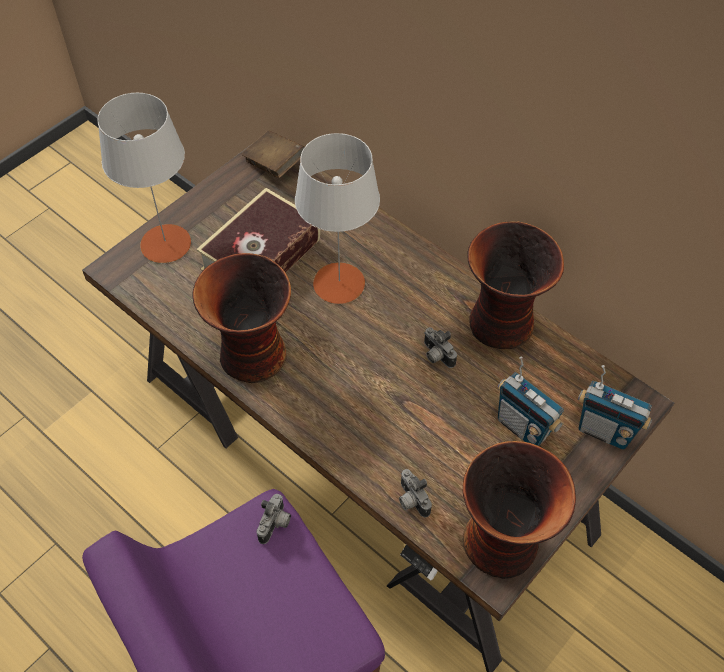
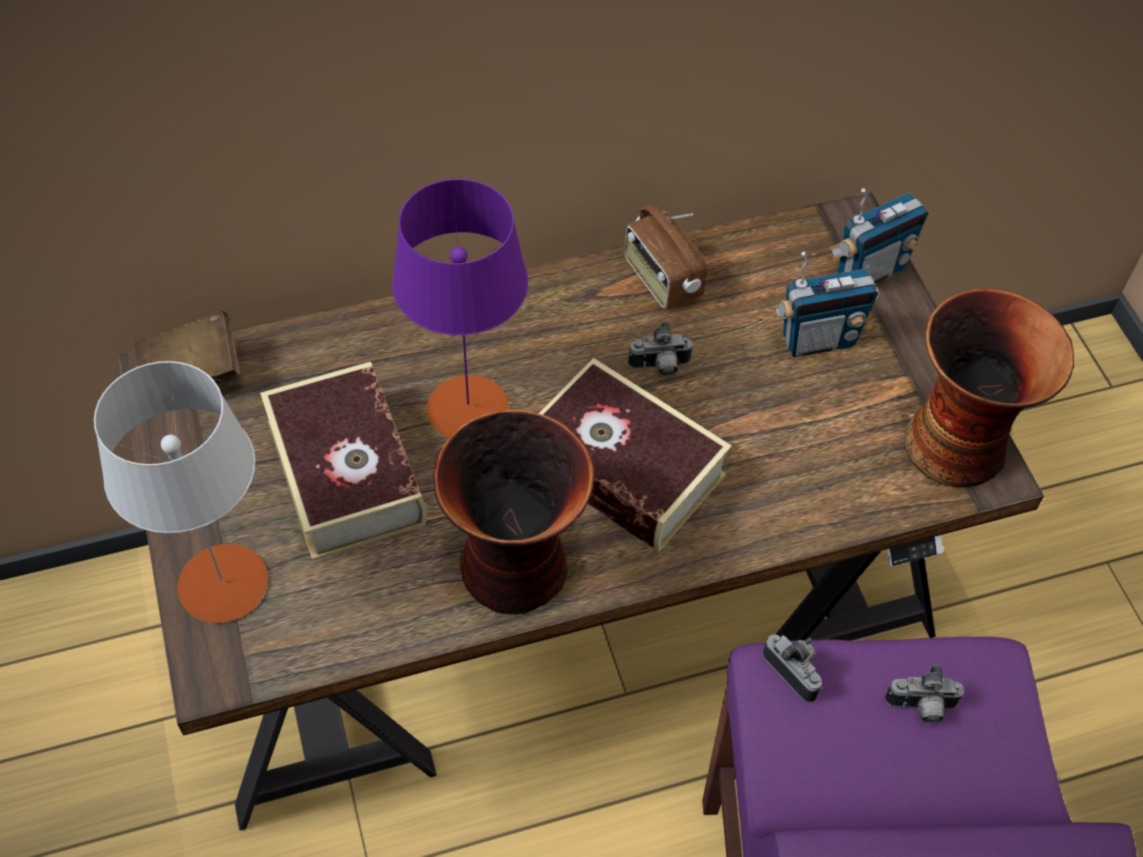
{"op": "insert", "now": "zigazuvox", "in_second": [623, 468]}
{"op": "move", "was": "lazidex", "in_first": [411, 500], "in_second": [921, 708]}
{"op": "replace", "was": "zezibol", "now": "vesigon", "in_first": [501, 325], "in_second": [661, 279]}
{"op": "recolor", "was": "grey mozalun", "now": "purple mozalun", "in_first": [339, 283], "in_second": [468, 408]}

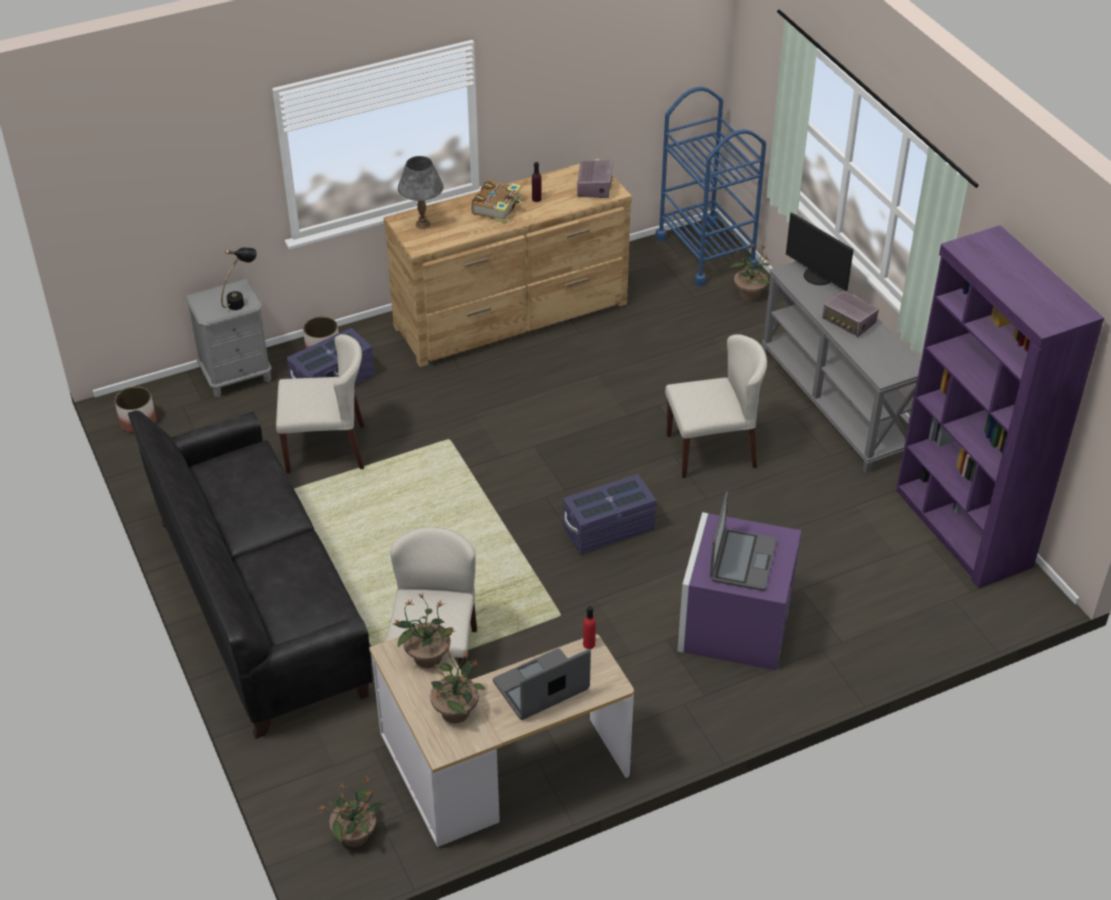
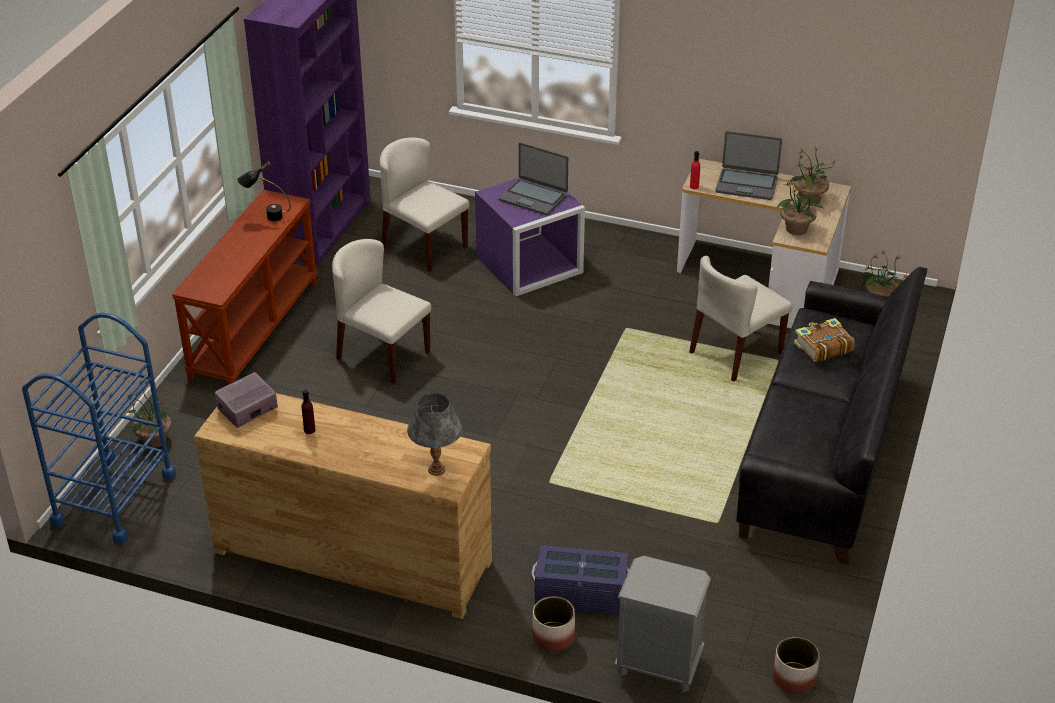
{"op": "delete", "was": "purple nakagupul", "in_first": [608, 530]}
{"op": "delete", "was": "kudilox", "in_first": [817, 277]}
{"op": "delete", "was": "vesigon", "in_first": [849, 322]}
{"op": "move", "was": "black mozalun", "in_first": [241, 301], "in_second": [267, 217]}
{"op": "move", "was": "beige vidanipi", "in_first": [326, 448], "in_second": [424, 247]}
{"op": "move", "was": "zigazuvox", "in_first": [497, 207], "in_second": [822, 347]}
{"op": "recolor", "was": "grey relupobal", "now": "brown relupobal", "in_first": [835, 404], "in_second": [254, 329]}
{"op": "rotate", "was": "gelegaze", "in_first": [742, 560], "in_second": [533, 197], "clockwise": -120}

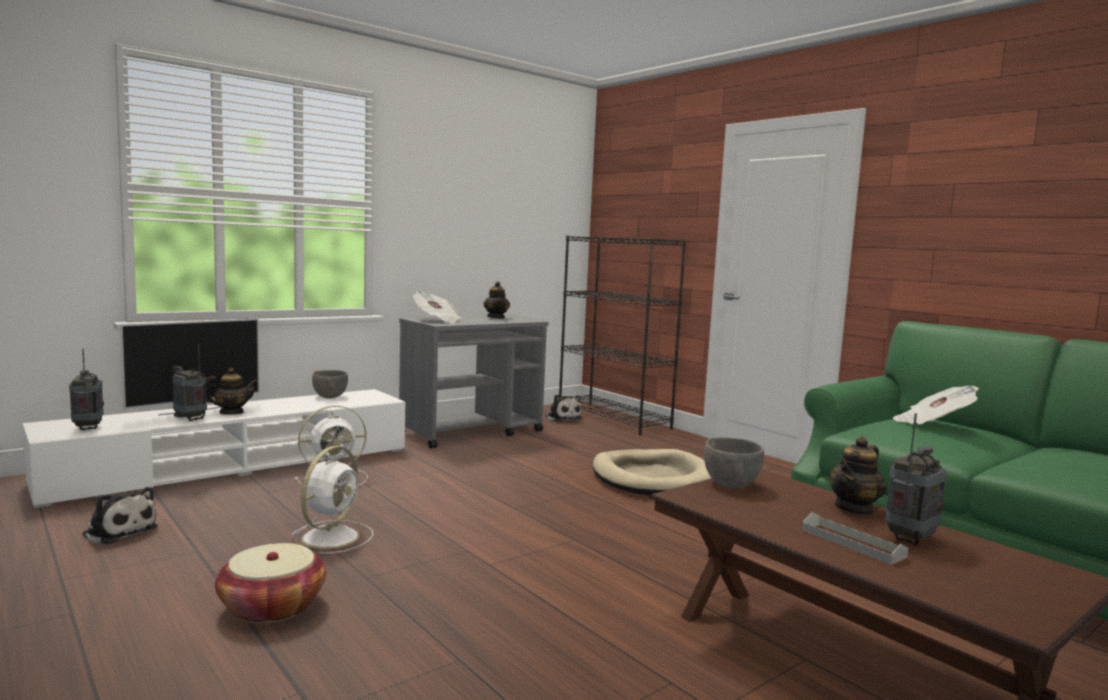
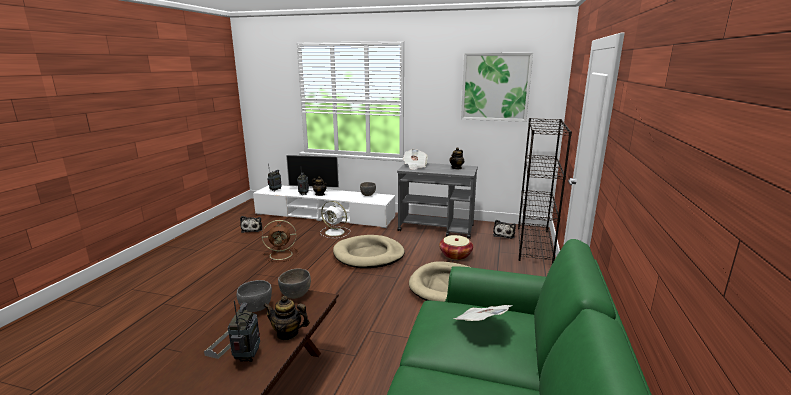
{"op": "insert", "now": "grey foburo", "in_second": [256, 308]}
{"op": "insert", "now": "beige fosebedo", "in_second": [369, 255]}
{"op": "insert", "now": "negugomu", "in_second": [495, 87]}
{"op": "move", "was": "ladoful", "in_first": [272, 607], "in_second": [455, 255]}
{"op": "recolor", "was": "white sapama", "now": "brown sapama", "in_first": [332, 536], "in_second": [282, 255]}
{"op": "rotate", "was": "vesigon", "in_first": [910, 539], "in_second": [247, 356], "clockwise": -105}

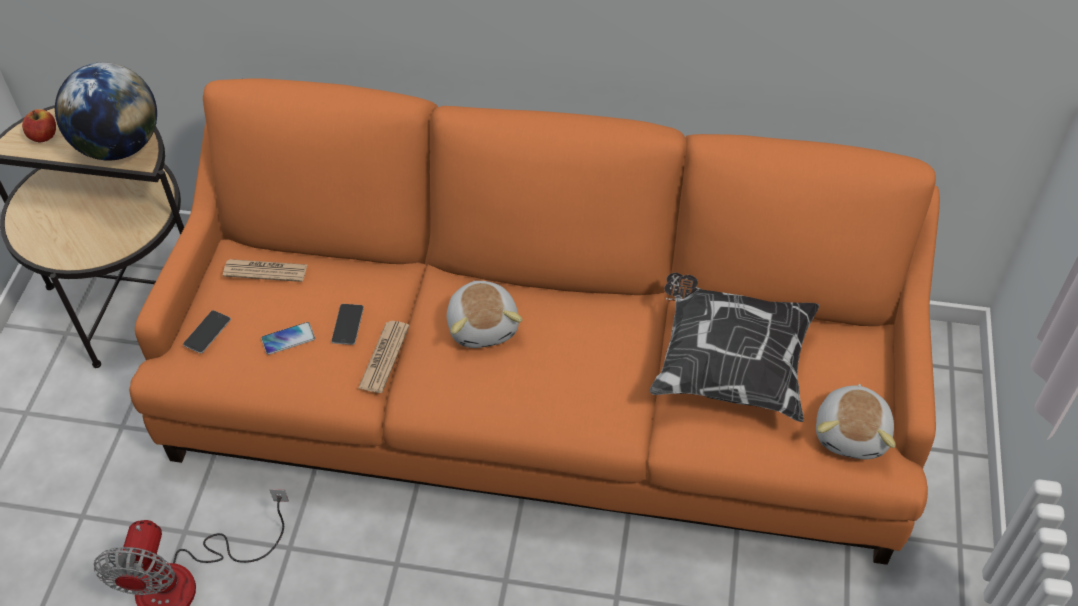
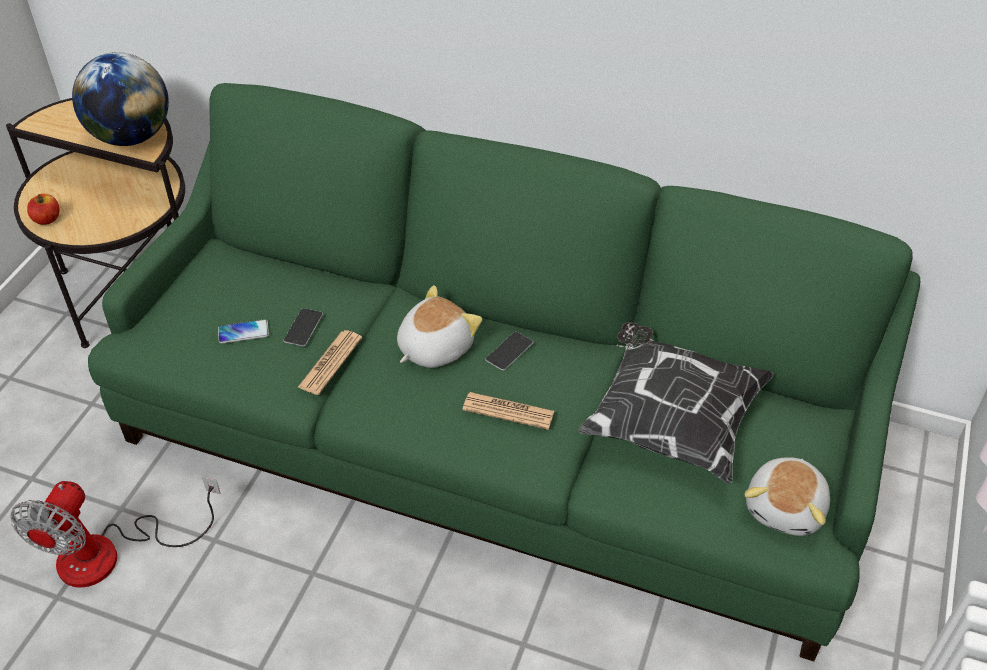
{"op": "move", "was": "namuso", "in_first": [44, 136], "in_second": [47, 219]}
{"op": "move", "was": "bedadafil", "in_first": [207, 332], "in_second": [509, 351]}
{"op": "move", "was": "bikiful", "in_first": [265, 271], "in_second": [508, 411]}
{"op": "recolor", "was": "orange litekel", "now": "green litekel", "in_first": [542, 395], "in_second": [495, 437]}
{"op": "rotate", "was": "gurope", "in_first": [484, 325], "in_second": [434, 347], "clockwise": -135}

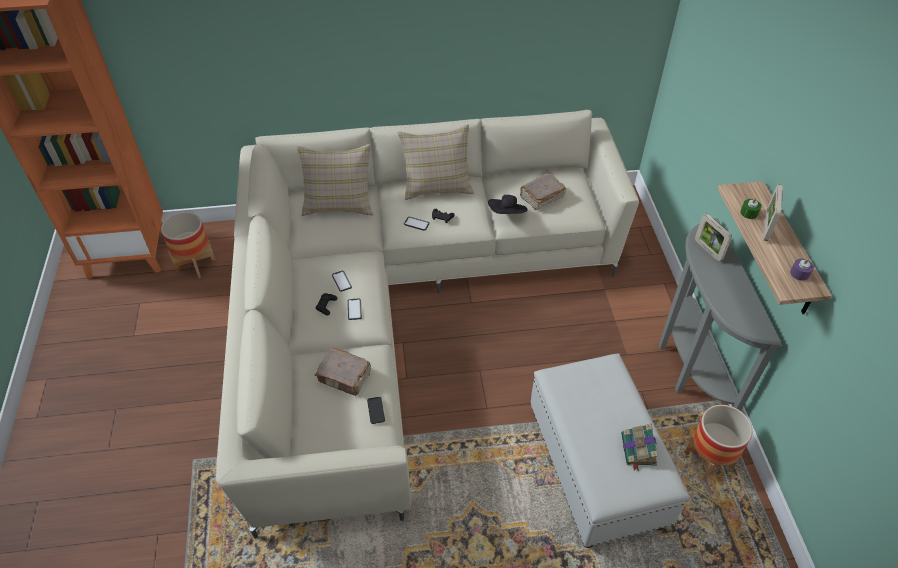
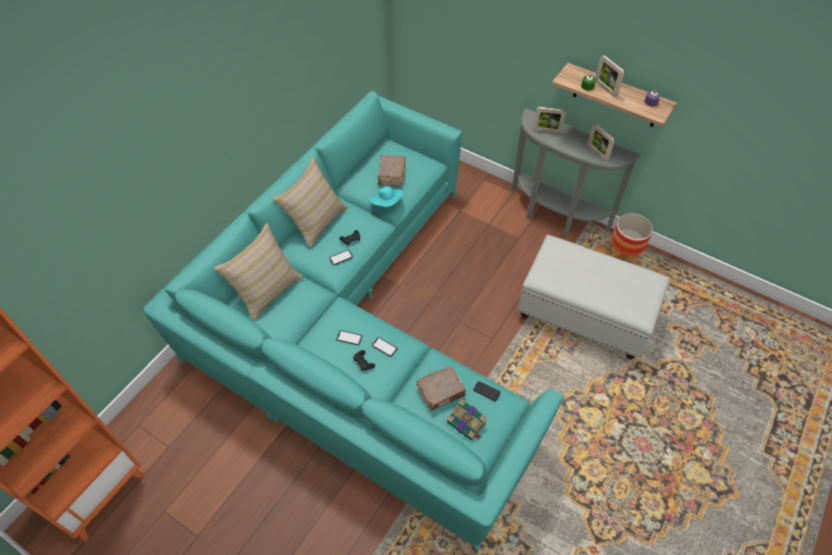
{"op": "delete", "was": "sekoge", "in_first": [196, 264]}
{"op": "insert", "now": "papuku", "in_second": [597, 153]}
{"op": "move", "was": "zigazuvox", "in_first": [638, 450], "in_second": [467, 423]}
{"op": "recolor", "was": "beige litekel", "now": "turquoise litekel", "in_first": [396, 304], "in_second": [356, 330]}
{"op": "recolor", "was": "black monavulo", "now": "turquoise monavulo", "in_first": [507, 214], "in_second": [387, 203]}

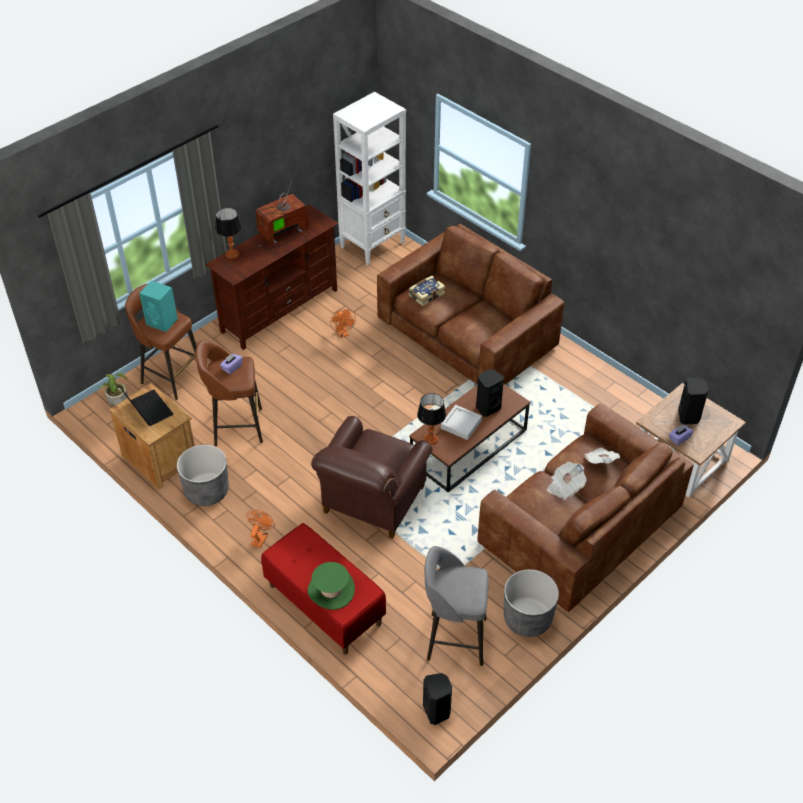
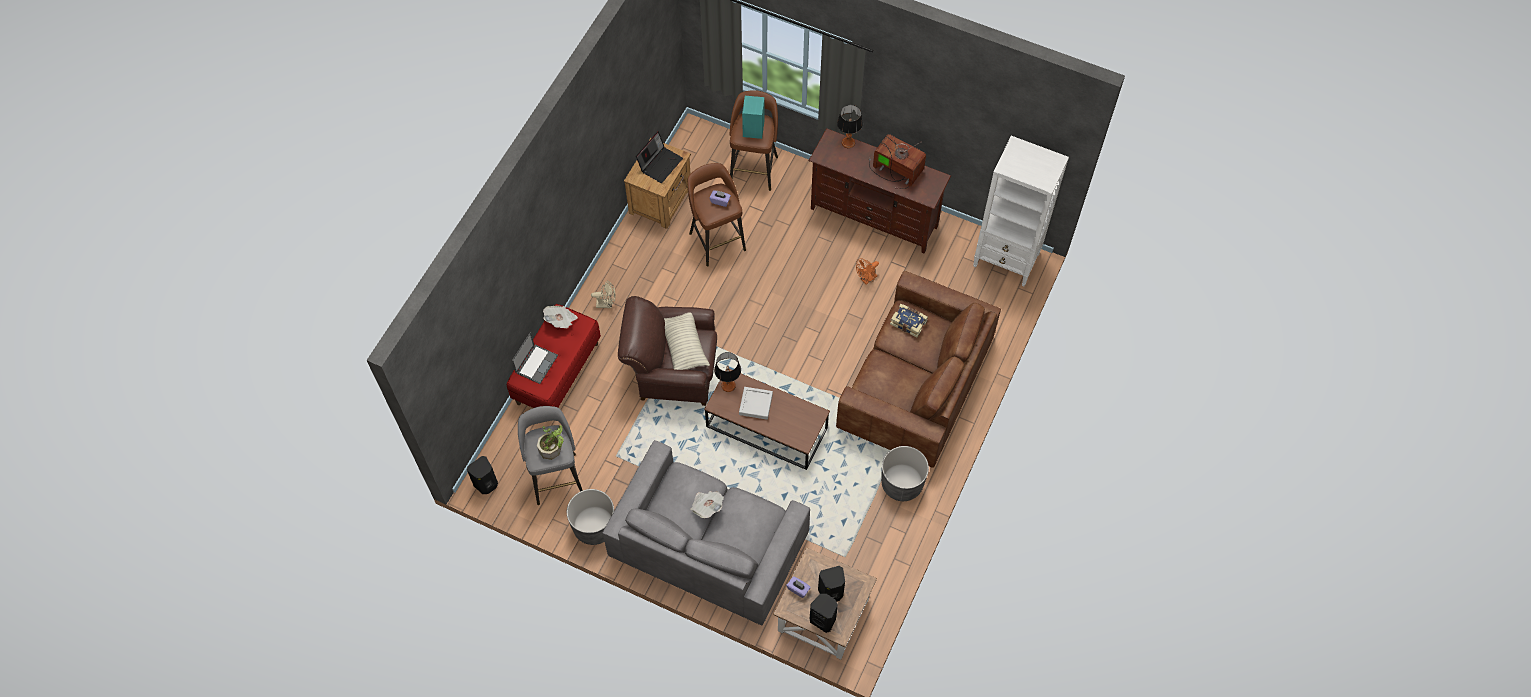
{"op": "insert", "now": "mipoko", "in_second": [684, 346]}
{"op": "move", "was": "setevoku", "in_first": [117, 397], "in_second": [552, 447]}
{"op": "move", "was": "grey sekoge", "in_first": [207, 491], "in_second": [902, 483]}
{"op": "move", "was": "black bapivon", "in_first": [487, 407], "in_second": [823, 619]}
{"op": "move", "was": "bikiful", "in_first": [600, 462], "in_second": [561, 320]}
{"op": "replace", "was": "green monavulo", "now": "gelegaze", "in_first": [331, 590], "in_second": [536, 363]}
{"op": "recolor", "was": "orange sapama", "now": "beige sapama", "in_first": [260, 537], "in_second": [607, 304]}
{"op": "recolor", "was": "brown litekel", "now": "grey litekel", "in_first": [580, 527], "in_second": [707, 545]}

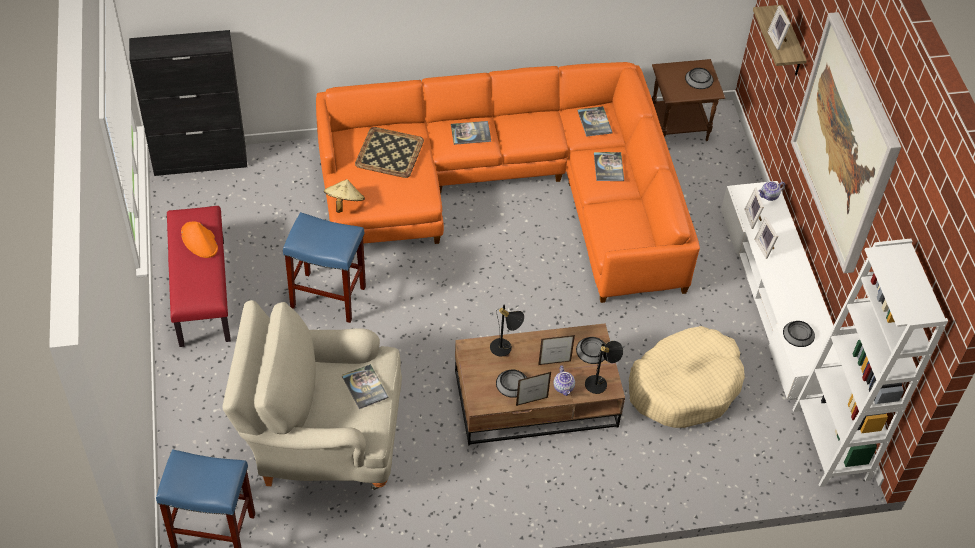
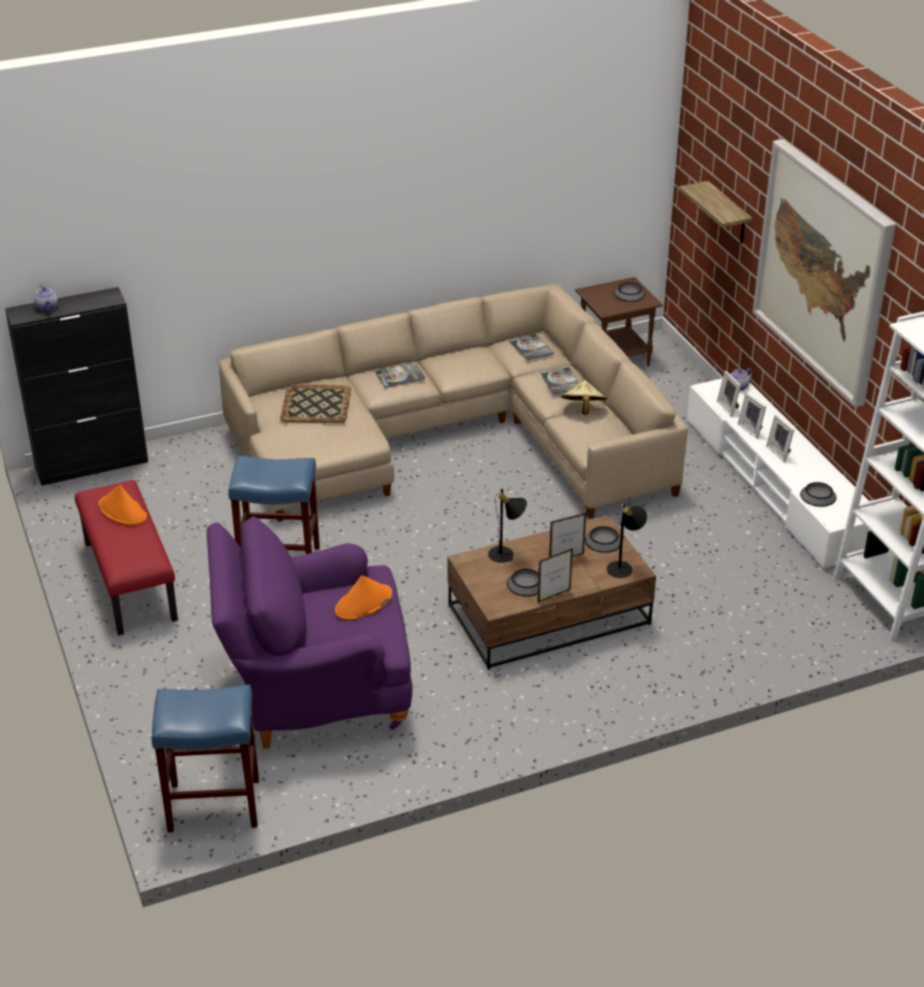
{"op": "delete", "was": "beige fosebedo", "in_first": [684, 386]}
{"op": "move", "was": "beige monavulo", "in_first": [344, 203], "in_second": [583, 409]}
{"op": "move", "was": "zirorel", "in_first": [564, 387], "in_second": [48, 307]}
{"op": "move", "was": "papuku", "in_first": [778, 40], "in_second": [780, 452]}
{"op": "replace", "was": "zigazuvox", "now": "orange monavulo", "in_first": [365, 387], "in_second": [363, 603]}
{"op": "recolor", "was": "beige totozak", "now": "purple totozak", "in_first": [321, 438], "in_second": [314, 692]}
{"op": "recolor", "was": "orange litekel", "now": "beige litekel", "in_first": [510, 189], "in_second": [452, 437]}

